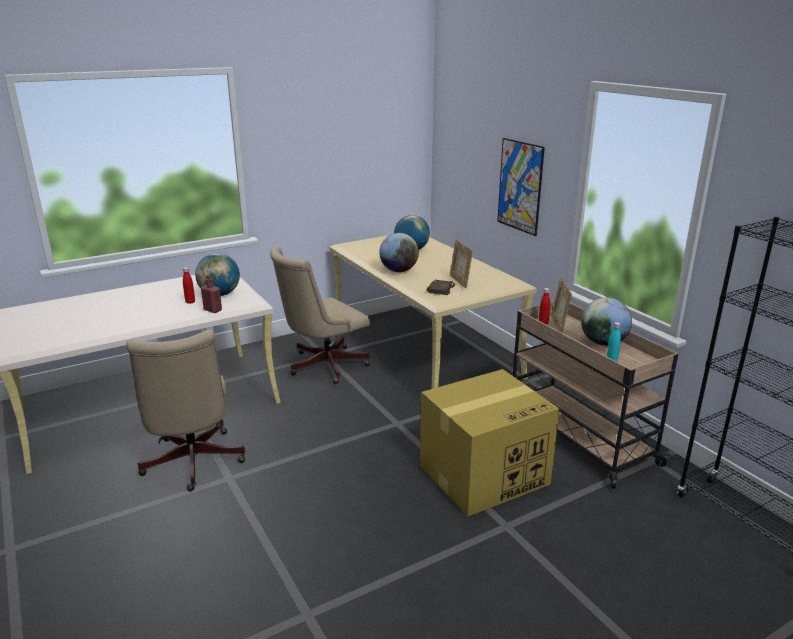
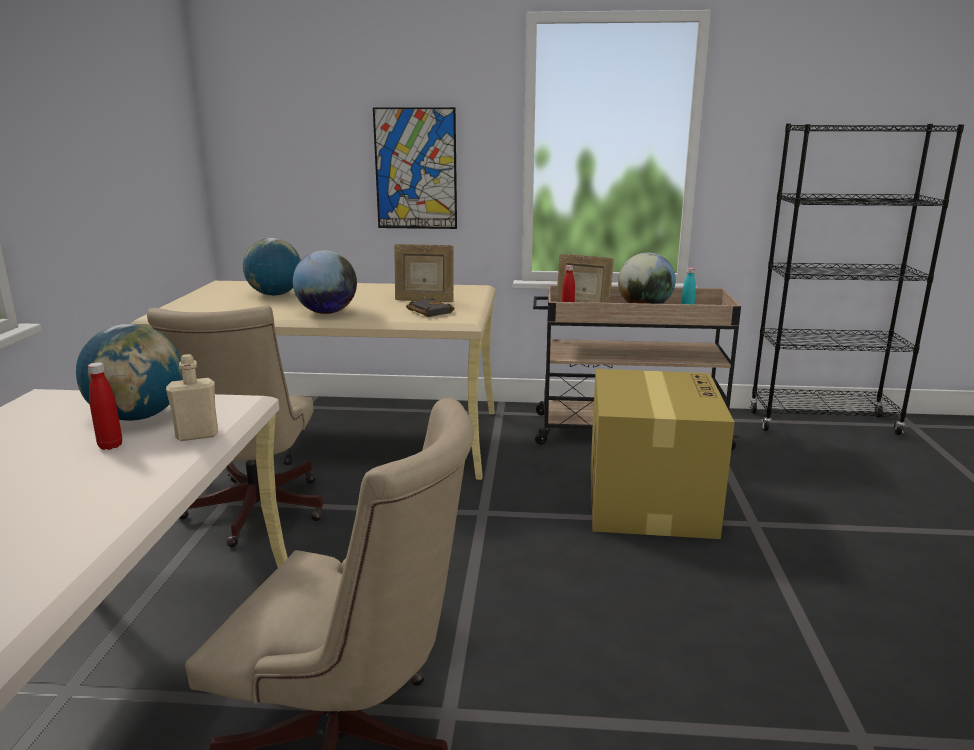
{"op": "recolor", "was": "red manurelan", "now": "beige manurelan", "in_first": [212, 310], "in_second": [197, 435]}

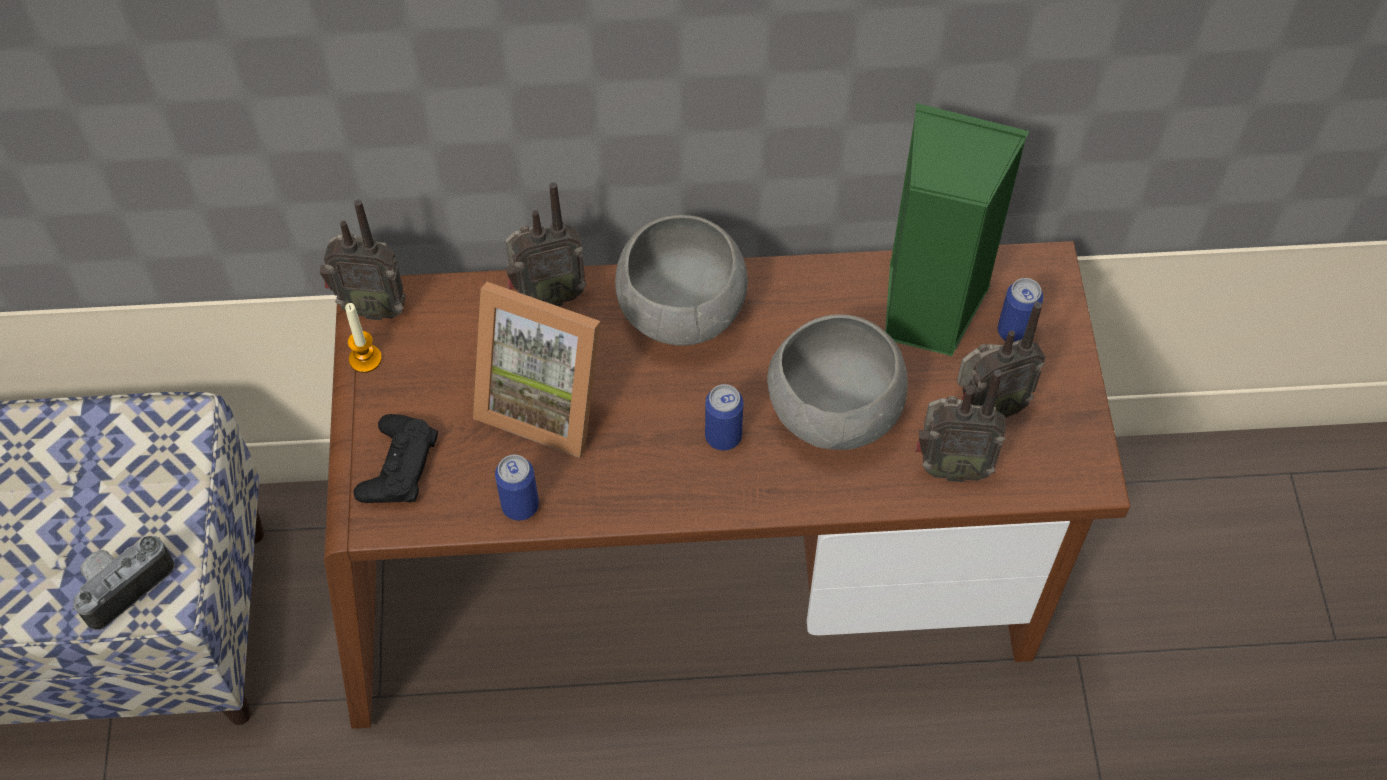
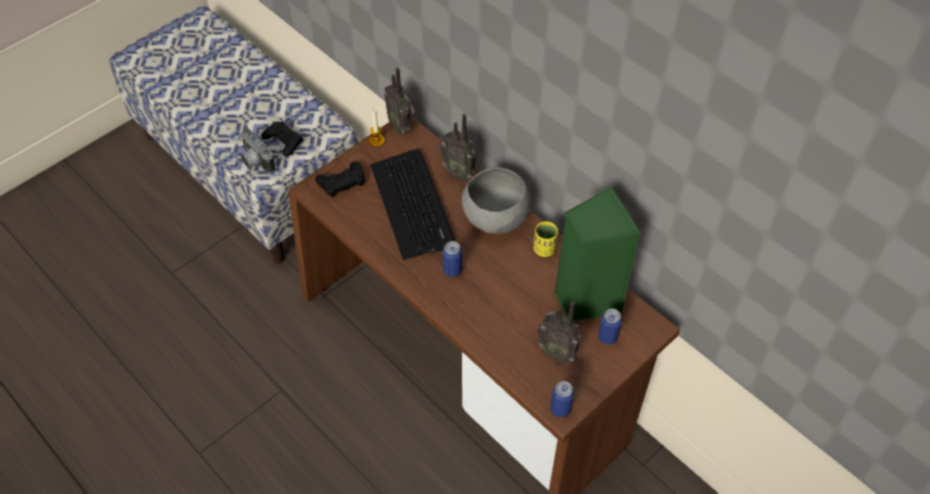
{"op": "delete", "was": "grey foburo", "in_first": [835, 413]}
{"op": "delete", "was": "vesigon", "in_first": [950, 466]}
{"op": "insert", "now": "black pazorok", "in_second": [283, 141]}
{"op": "insert", "now": "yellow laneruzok", "in_second": [544, 249]}
{"op": "move", "was": "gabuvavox", "in_first": [520, 506], "in_second": [560, 409]}
{"op": "replace", "was": "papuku", "now": "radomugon", "in_first": [546, 400], "in_second": [413, 204]}
{"op": "rotate", "was": "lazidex", "in_first": [123, 585], "in_second": [255, 162], "clockwise": -135}

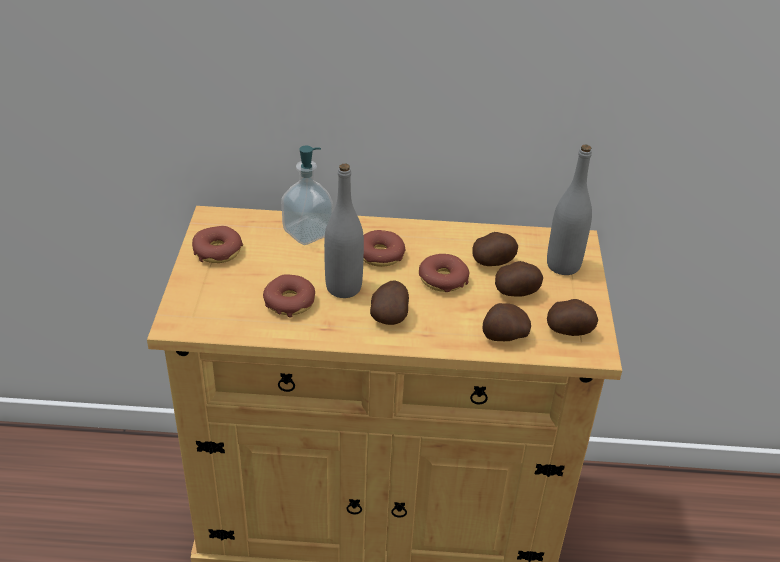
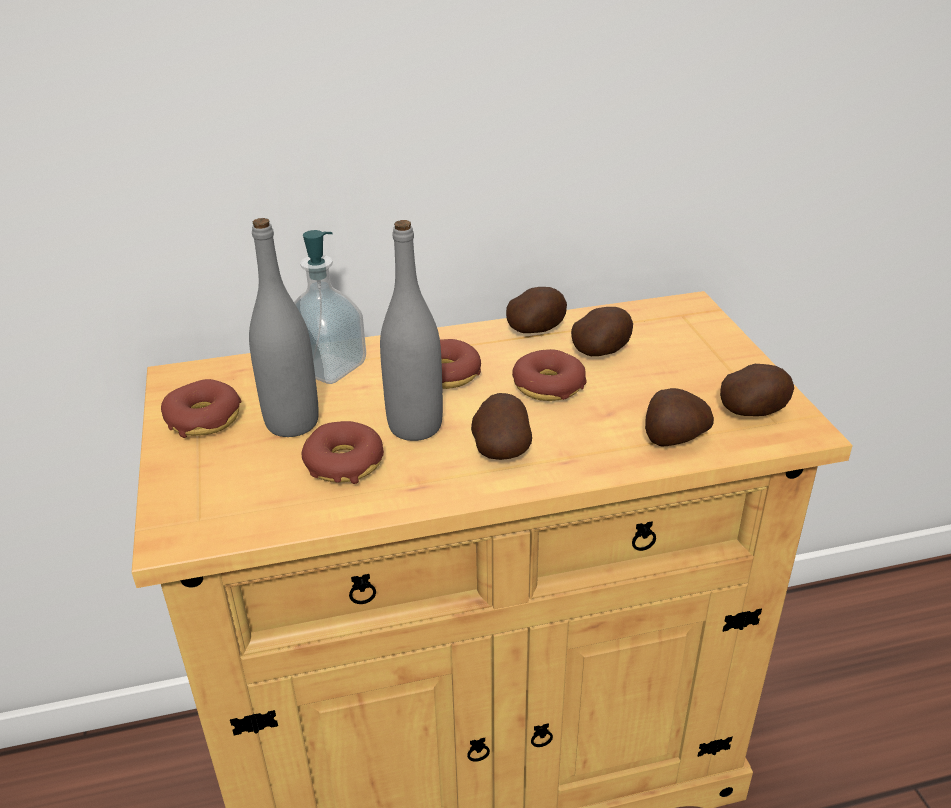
{"op": "move", "was": "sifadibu", "in_first": [517, 292], "in_second": [536, 330]}
{"op": "move", "was": "grey manurelan", "in_first": [563, 265], "in_second": [292, 423]}

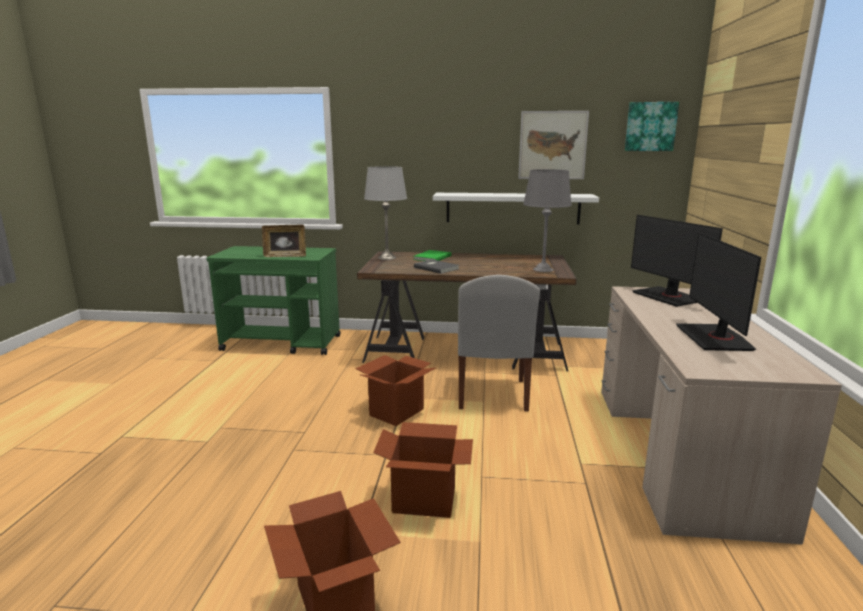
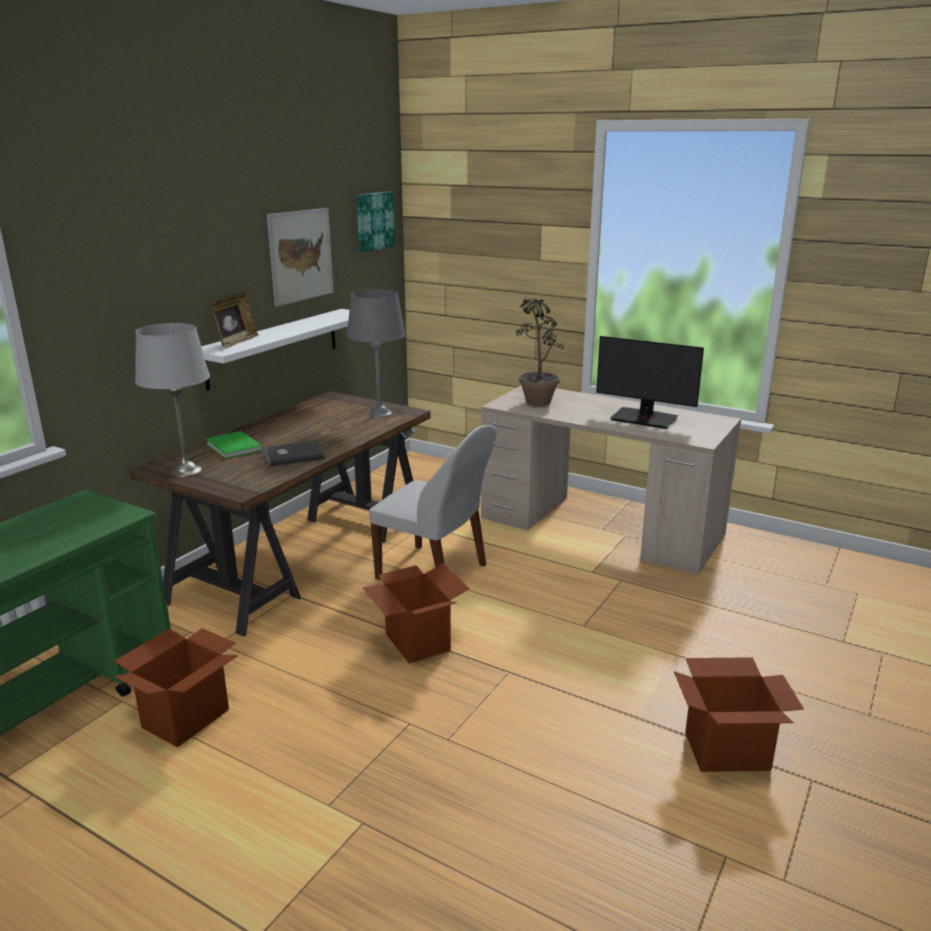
{"op": "move", "was": "papuku", "in_first": [285, 256], "in_second": [236, 342]}
{"op": "move", "was": "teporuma", "in_first": [424, 500], "in_second": [186, 718]}
{"op": "replace", "was": "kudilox", "now": "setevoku", "in_first": [668, 297], "in_second": [535, 399]}

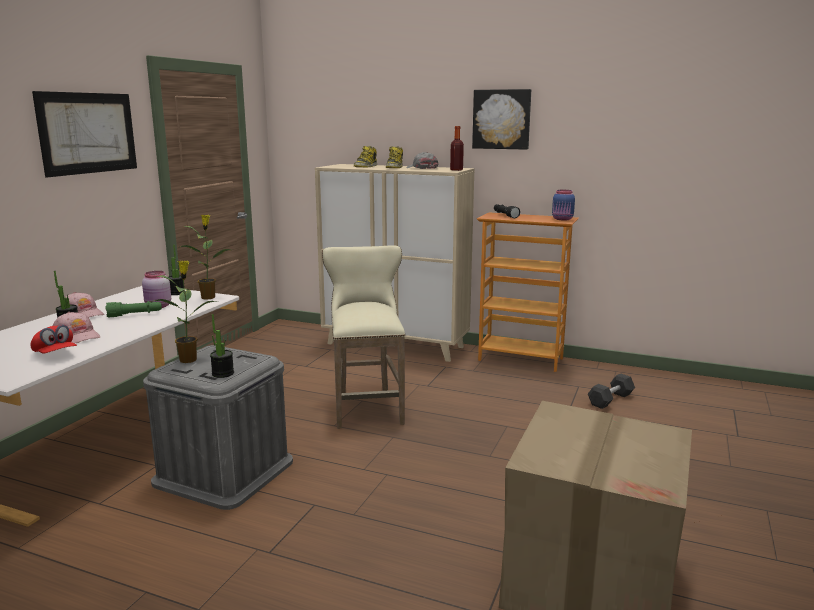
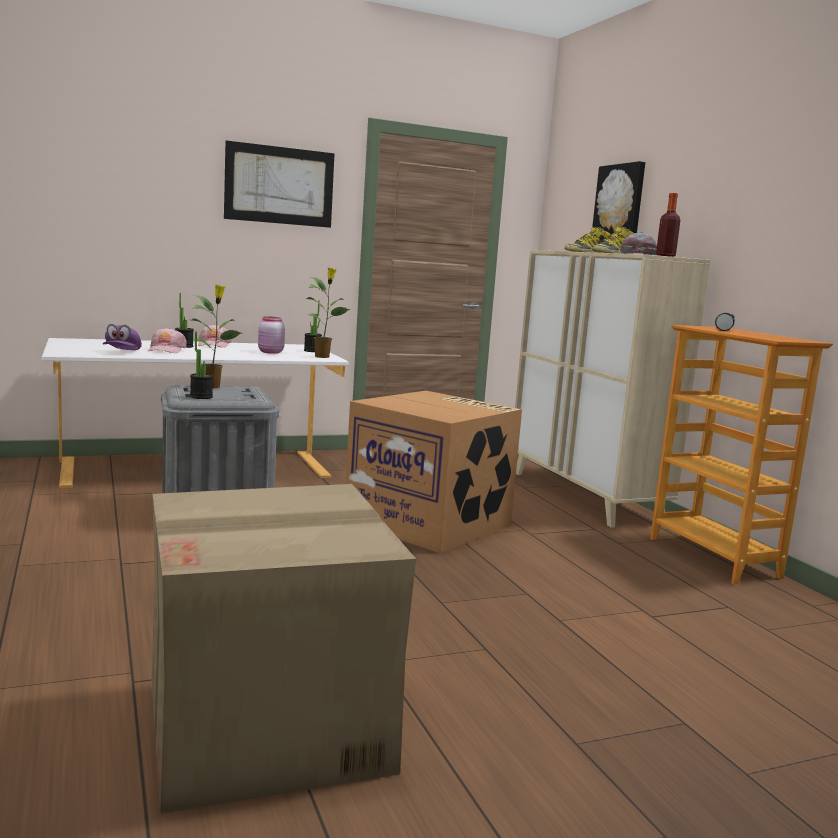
{"op": "delete", "was": "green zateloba", "in_first": [135, 315]}
{"op": "delete", "was": "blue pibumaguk", "in_first": [562, 219]}
{"op": "delete", "was": "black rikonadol", "in_first": [610, 400]}
{"op": "move", "was": "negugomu", "in_first": [501, 119], "in_second": [620, 200]}
{"op": "replace", "was": "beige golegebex", "now": "teporuma", "in_first": [367, 405], "in_second": [431, 522]}
{"op": "recolor", "was": "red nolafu", "now": "purple nolafu", "in_first": [55, 354], "in_second": [122, 352]}

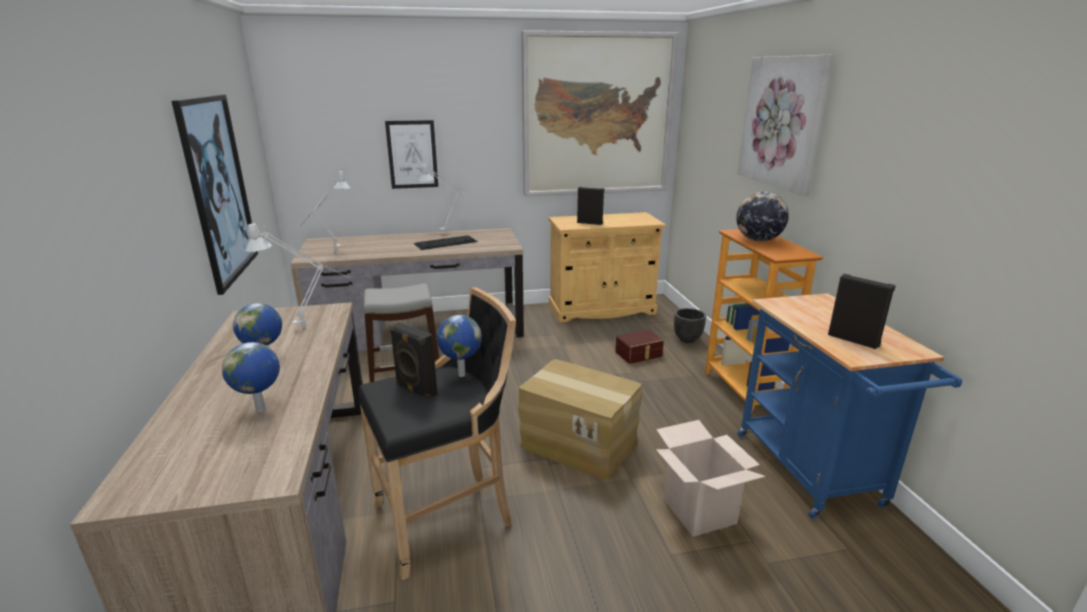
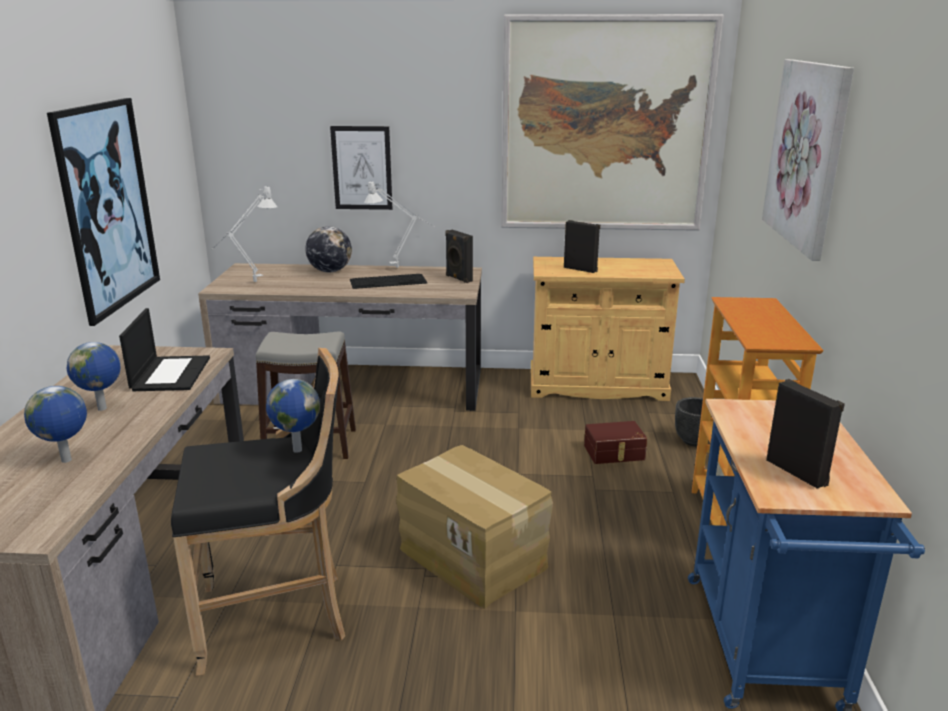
{"op": "delete", "was": "teporuma", "in_first": [699, 511]}
{"op": "move", "was": "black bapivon", "in_first": [415, 390], "in_second": [458, 278]}
{"op": "move", "was": "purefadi", "in_first": [758, 240], "in_second": [330, 271]}
{"op": "replace", "was": "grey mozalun", "now": "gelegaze", "in_first": [310, 327], "in_second": [170, 373]}

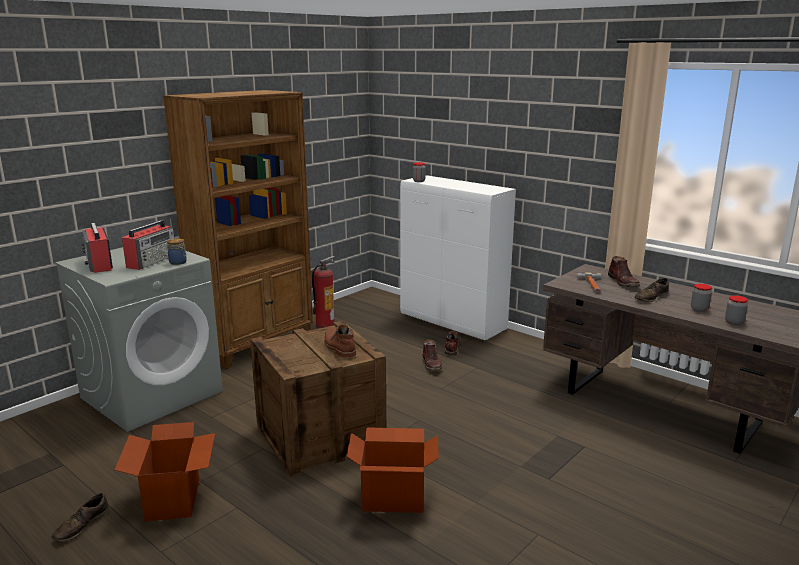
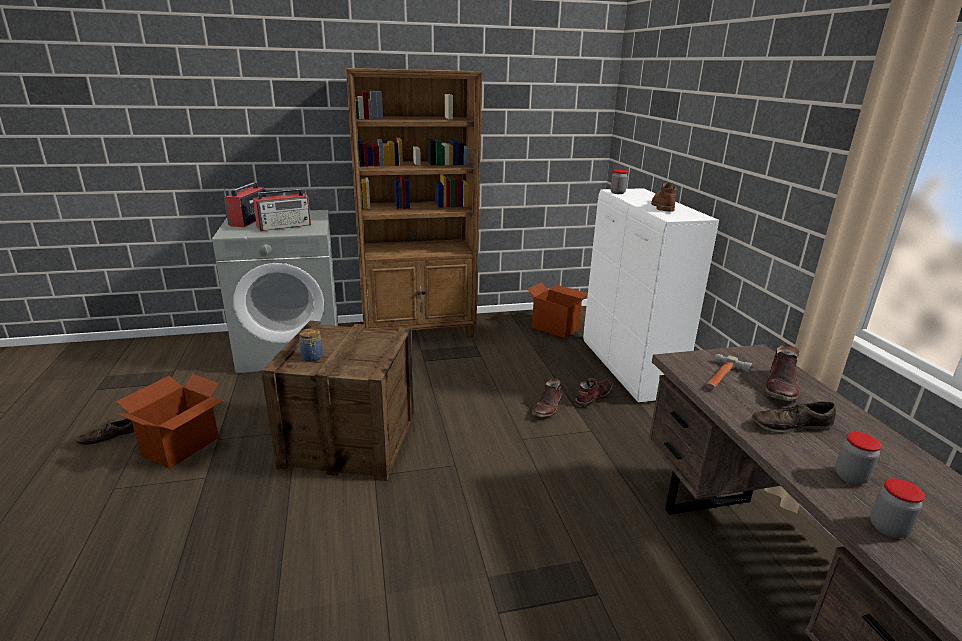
{"op": "delete", "was": "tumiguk", "in_first": [325, 325]}
{"op": "move", "was": "pibumaguk", "in_first": [178, 262], "in_second": [312, 358]}
{"op": "move", "was": "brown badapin", "in_first": [339, 347], "in_second": [662, 206]}
{"op": "move", "was": "teporuma", "in_first": [393, 497], "in_second": [555, 328]}

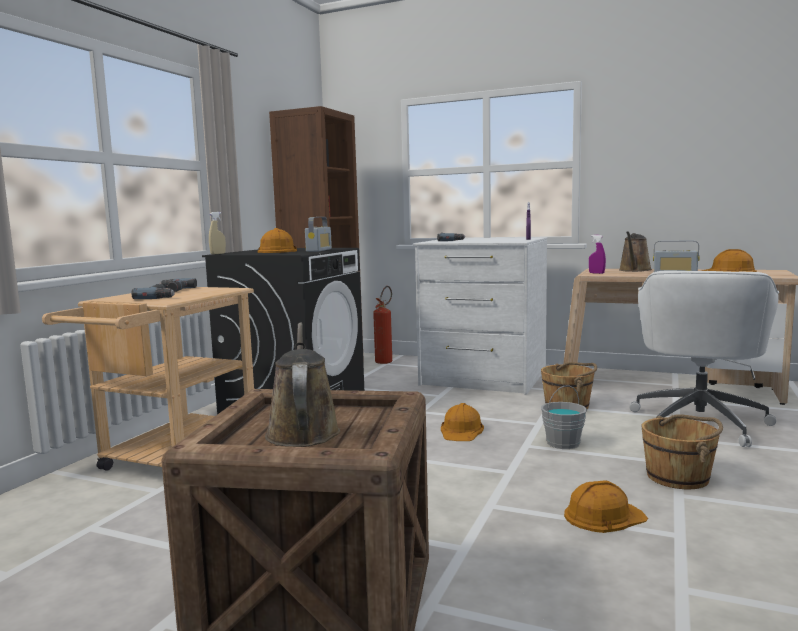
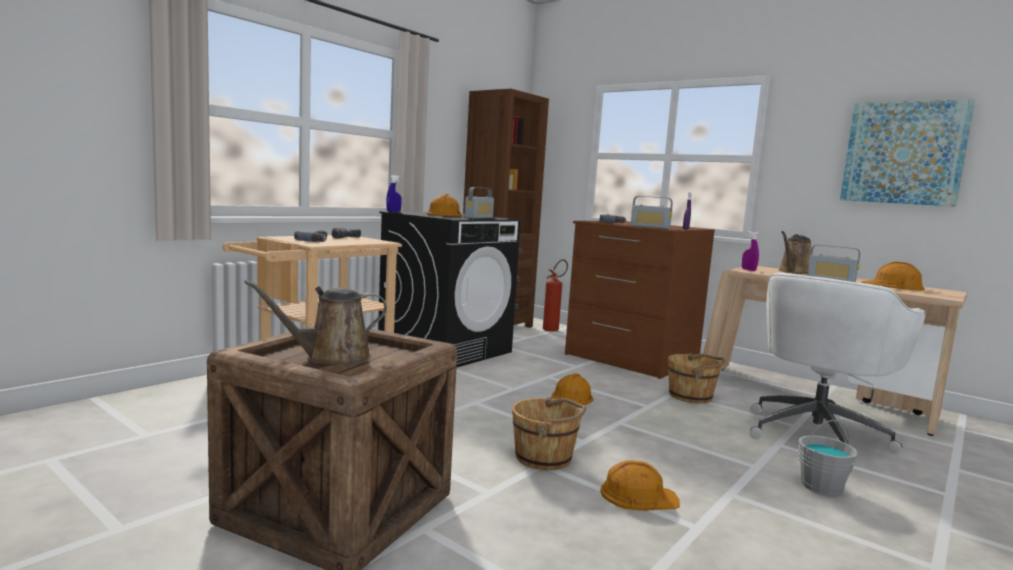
{"op": "insert", "now": "vesigon", "in_second": [650, 227]}
{"op": "insert", "now": "negugomu", "in_second": [903, 153]}
{"op": "move", "was": "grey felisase", "in_first": [562, 443], "in_second": [821, 486]}
{"op": "move", "was": "brown felisase", "in_first": [679, 477], "in_second": [544, 457]}
{"op": "recolor", "was": "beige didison", "now": "blue didison", "in_first": [218, 254], "in_second": [393, 211]}
{"op": "recolor", "was": "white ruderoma", "now": "brown ruderoma", "in_first": [483, 377], "in_second": [631, 357]}
{"op": "rotate", "was": "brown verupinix", "in_first": [302, 431], "in_second": [331, 357], "clockwise": -120}

